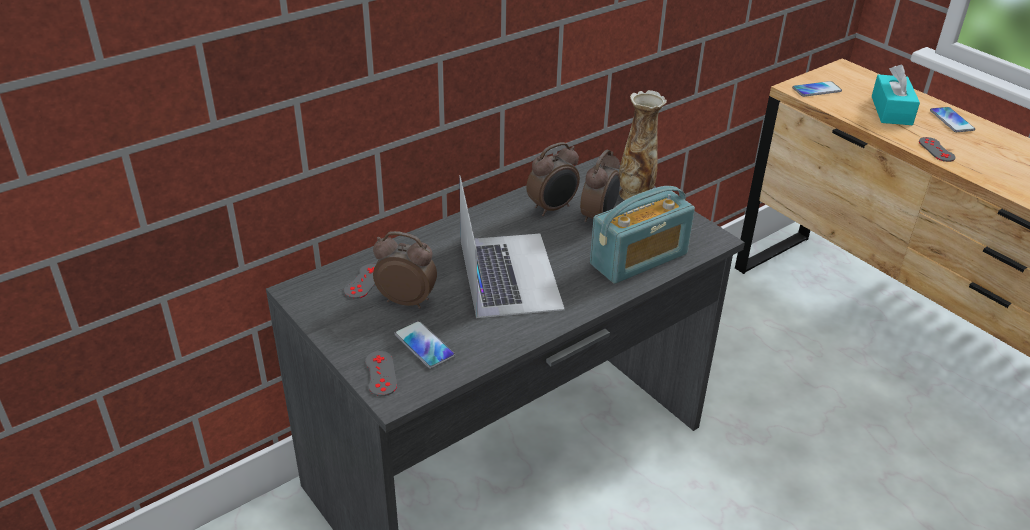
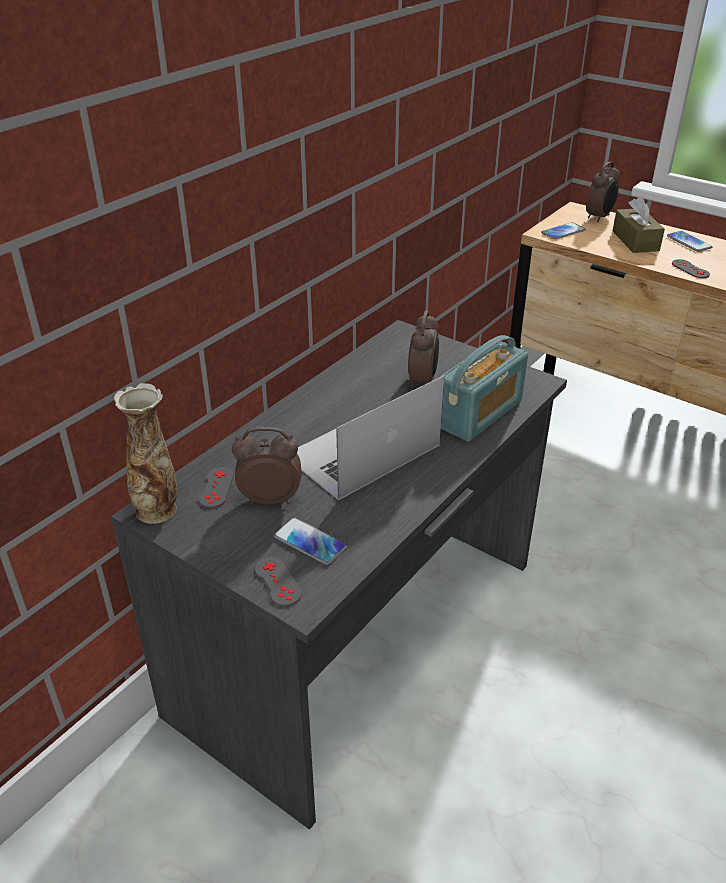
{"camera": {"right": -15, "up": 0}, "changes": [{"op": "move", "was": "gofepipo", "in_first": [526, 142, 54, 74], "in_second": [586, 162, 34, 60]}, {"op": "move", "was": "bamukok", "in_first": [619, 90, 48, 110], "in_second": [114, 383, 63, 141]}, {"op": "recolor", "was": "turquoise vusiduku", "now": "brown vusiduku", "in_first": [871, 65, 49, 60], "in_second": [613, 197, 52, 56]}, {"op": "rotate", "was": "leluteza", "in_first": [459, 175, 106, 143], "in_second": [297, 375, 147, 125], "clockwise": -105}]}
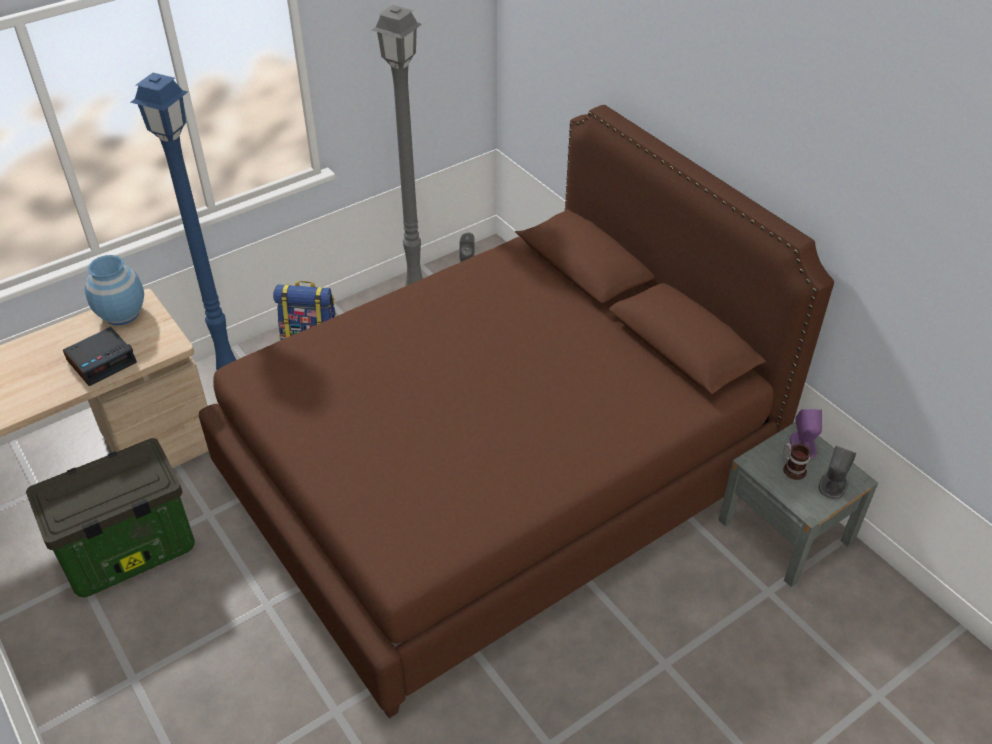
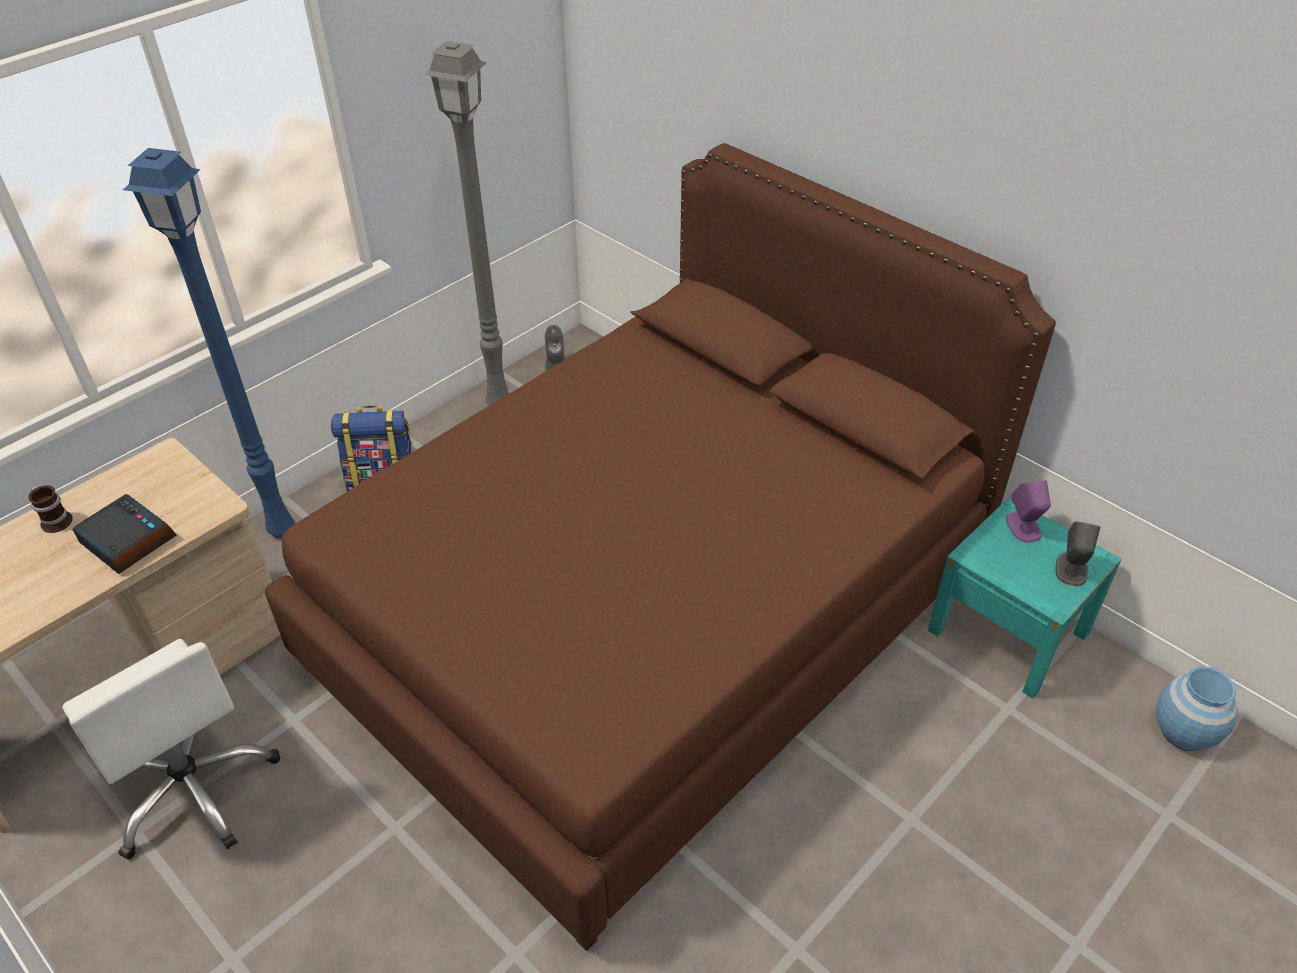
{"camera": {"right": -10, "up": 0}, "changes": [{"op": "move", "was": "blue bamukok", "in_first": [85, 255, 59, 70], "in_second": [1156, 666, 82, 85]}, {"op": "move", "was": "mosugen", "in_first": [781, 442, 30, 38], "in_second": [28, 485, 45, 48]}, {"op": "replace", "was": "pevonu", "now": "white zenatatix", "in_first": [26, 438, 169, 159], "in_second": [62, 639, 218, 220]}, {"op": "recolor", "was": "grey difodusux", "now": "turquoise difodusux", "in_first": [718, 422, 160, 165], "in_second": [928, 497, 193, 202]}, {"op": "rotate", "was": "gofepipo", "in_first": [63, 327, 74, 59], "in_second": [73, 494, 104, 80], "clockwise": -90}]}
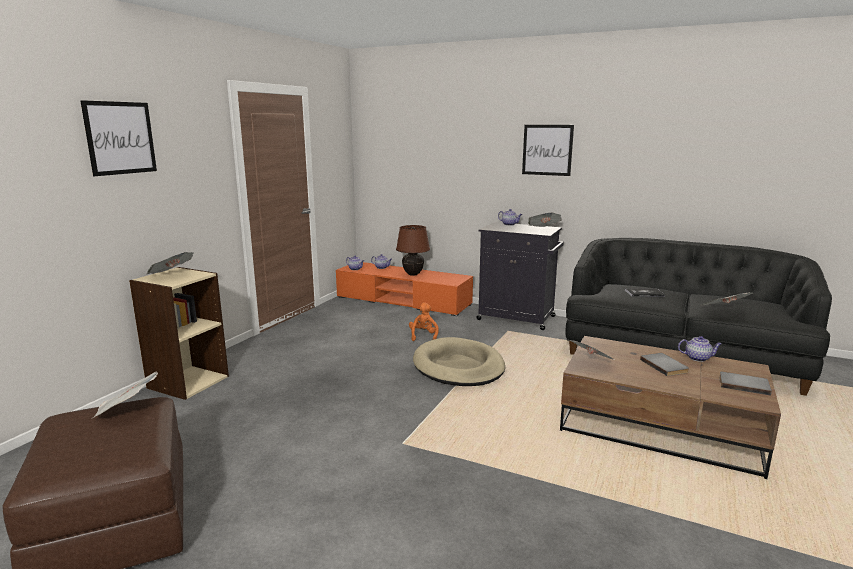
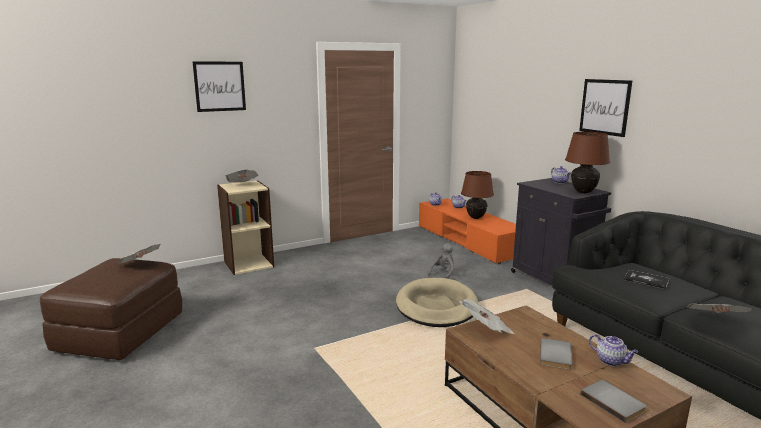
{"camera": {"right": 35, "up": 0}, "changes": [{"op": "replace", "was": "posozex", "now": "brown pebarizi", "in_first": [528, 213, 34, 14], "in_second": [565, 132, 45, 61]}, {"op": "recolor", "was": "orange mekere", "now": "grey mekere", "in_first": [409, 302, 30, 39], "in_second": [428, 243, 26, 36]}]}
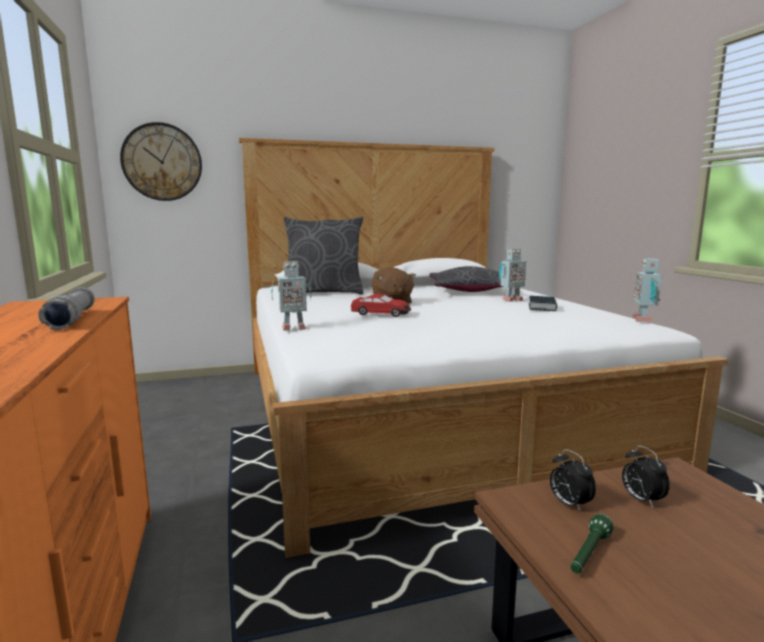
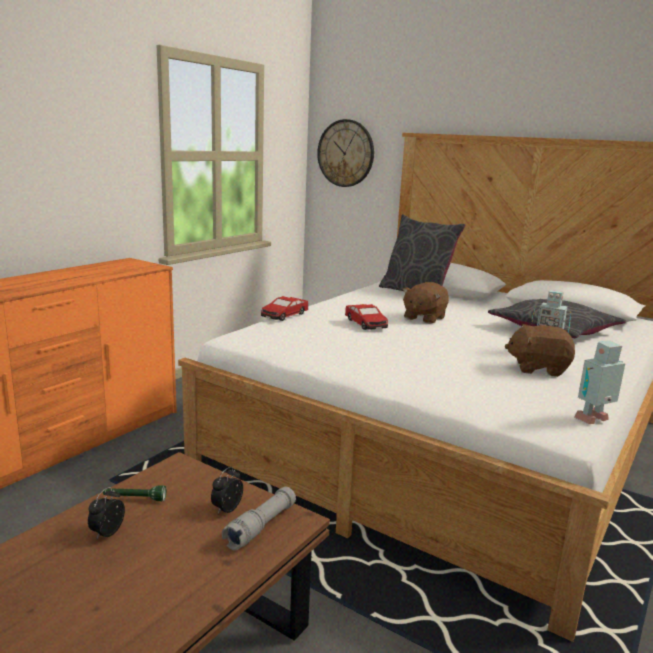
{"camera": {"right": 50, "up": 5}, "changes": [{"op": "move", "was": "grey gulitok", "in_first": [38, 287, 57, 43], "in_second": [222, 486, 74, 64]}, {"op": "move", "was": "gofepipo", "in_first": [550, 449, 46, 63], "in_second": [88, 487, 37, 52]}, {"op": "replace", "was": "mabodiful", "now": "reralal", "in_first": [271, 261, 40, 69], "in_second": [261, 296, 47, 25]}, {"op": "replace", "was": "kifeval", "now": "brown mekere", "in_first": [529, 296, 28, 15], "in_second": [505, 324, 70, 53]}]}
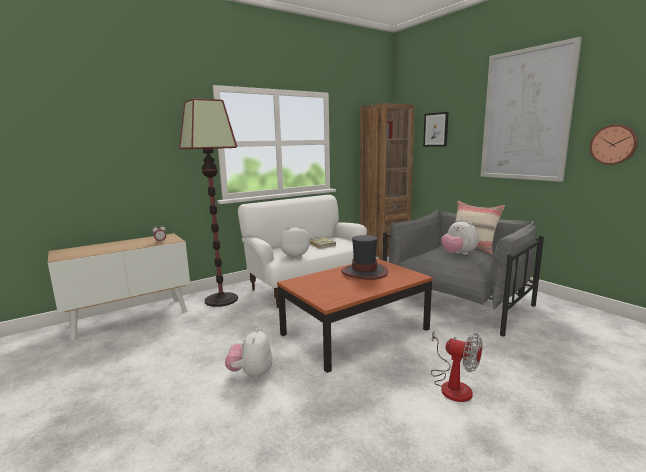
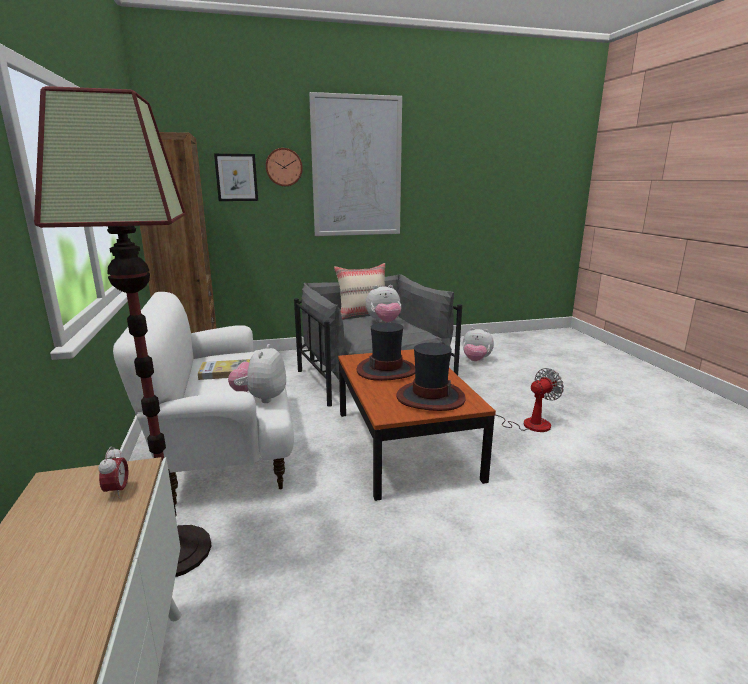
{"camera": {"right": -70, "up": 5}, "changes": [{"op": "insert", "now": "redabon", "in_second": [396, 343, 70, 68]}, {"op": "move", "was": "mekere", "in_first": [225, 328, 47, 51], "in_second": [463, 328, 31, 33]}, {"op": "move", "was": "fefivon", "in_first": [590, 125, 48, 40], "in_second": [266, 148, 37, 38]}]}
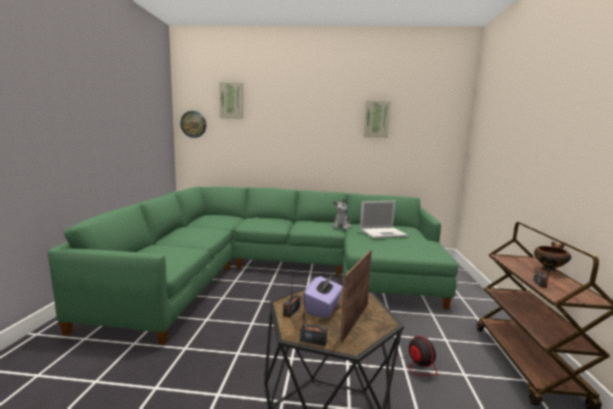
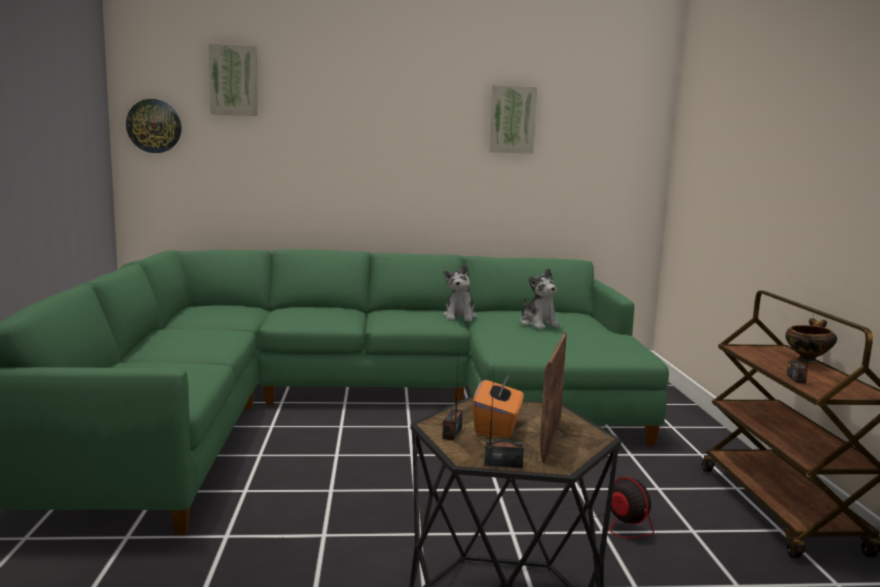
{"camera": {"right": -10, "up": 0}, "changes": [{"op": "replace", "was": "leluteza", "now": "mekere", "in_first": [360, 201, 48, 37], "in_second": [520, 268, 41, 61]}, {"op": "recolor", "was": "purple vusiduku", "now": "orange vusiduku", "in_first": [303, 274, 40, 44], "in_second": [473, 372, 51, 66]}]}
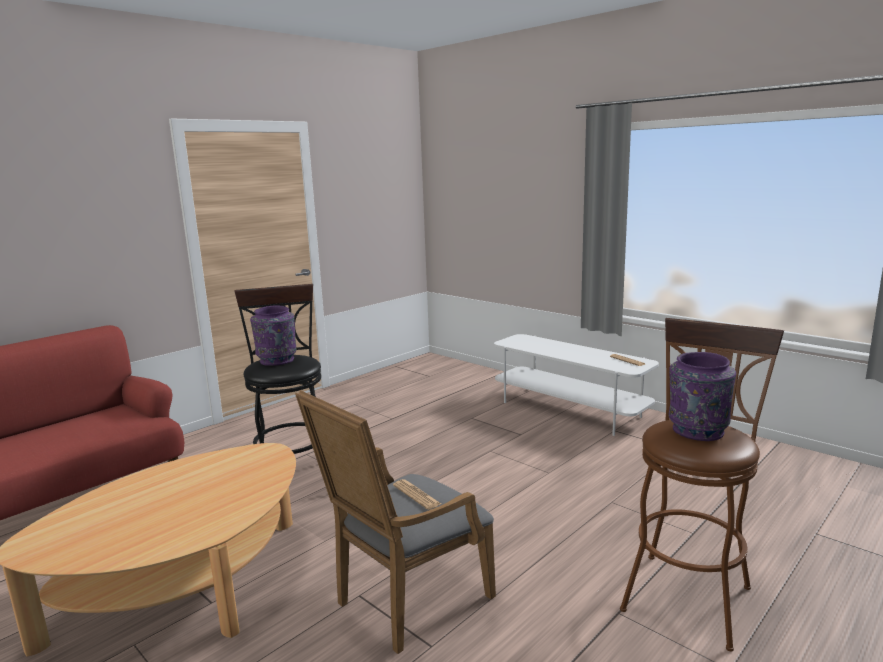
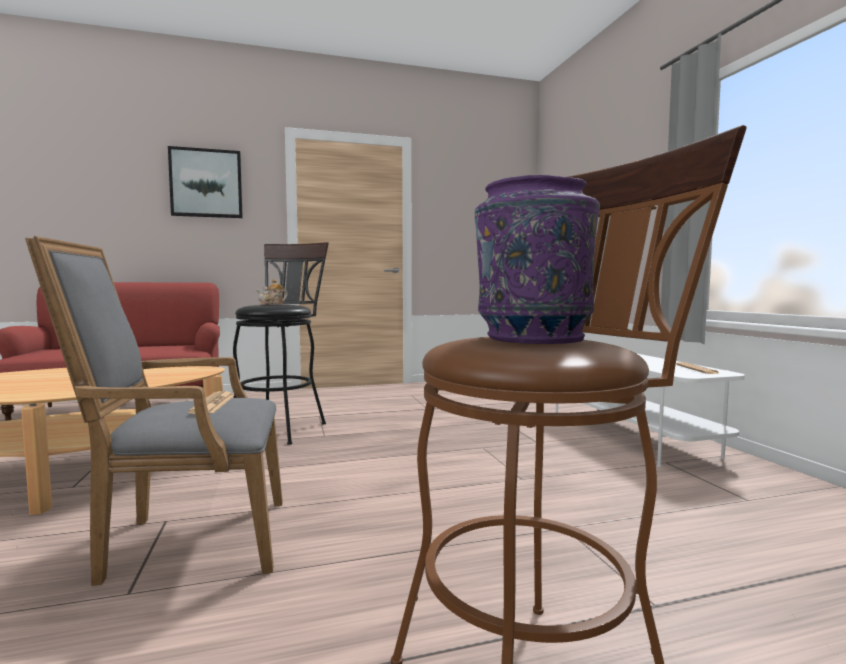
{"camera": {"right": 30, "up": -10}, "changes": [{"op": "insert", "now": "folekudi", "in_second": [168, 146, 75, 72]}, {"op": "replace", "was": "purple bamukok", "now": "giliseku", "in_first": [250, 306, 47, 60], "in_second": [256, 279, 32, 26]}]}
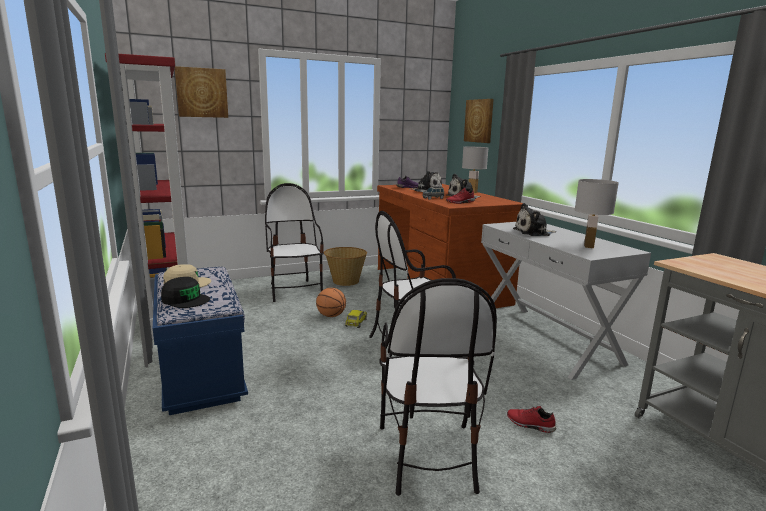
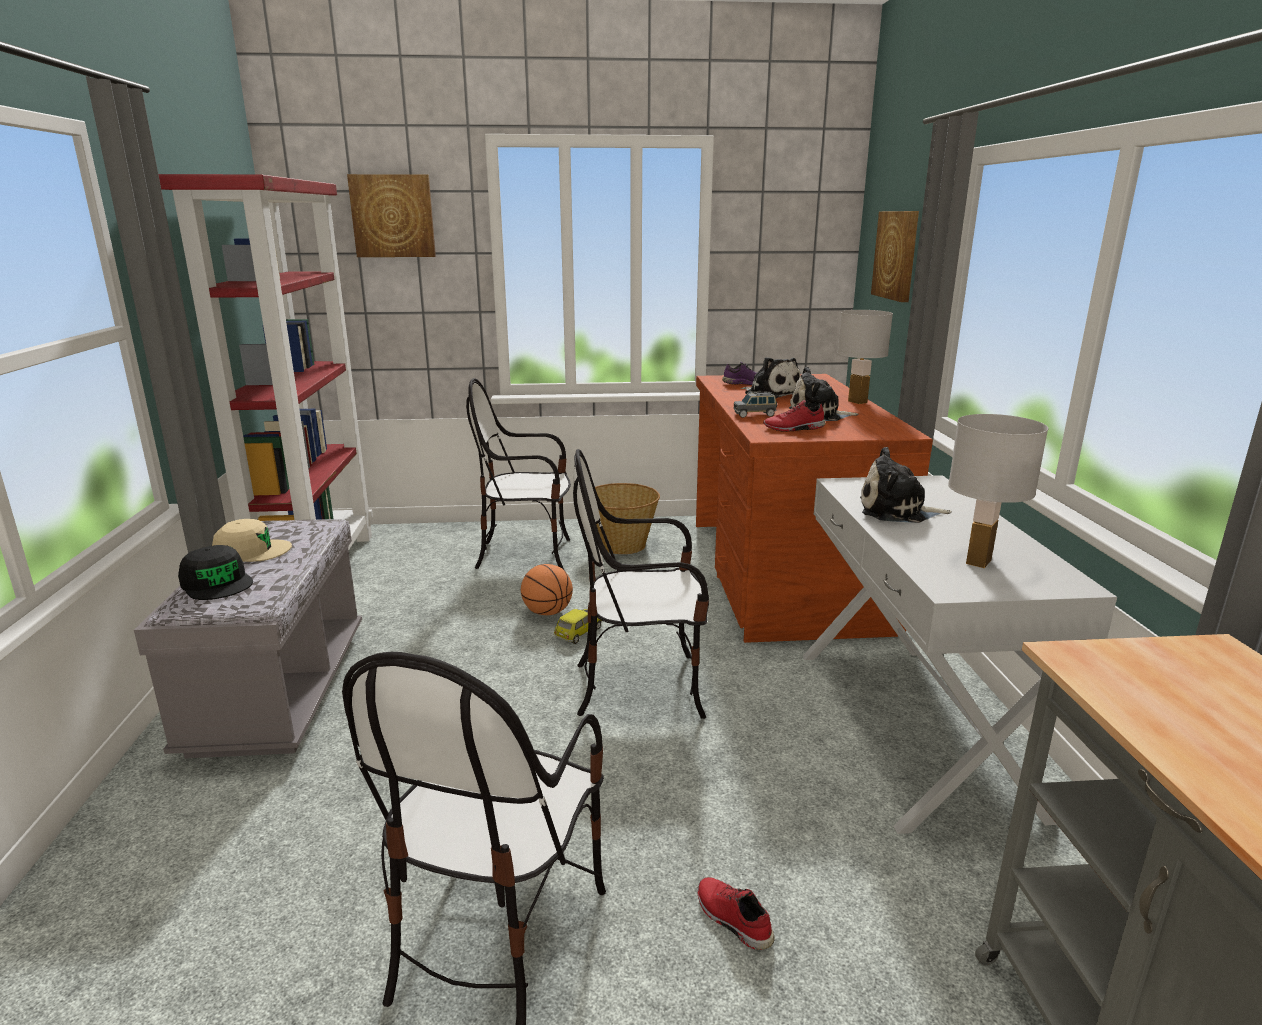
{"camera": {"right": 20, "up": 5}, "changes": [{"op": "recolor", "was": "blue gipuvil", "now": "grey gipuvil", "in_first": [153, 267, 95, 148], "in_second": [134, 519, 228, 239]}, {"op": "rotate", "was": "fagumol", "in_first": [265, 183, 59, 119], "in_second": [466, 378, 105, 191], "clockwise": -90}]}
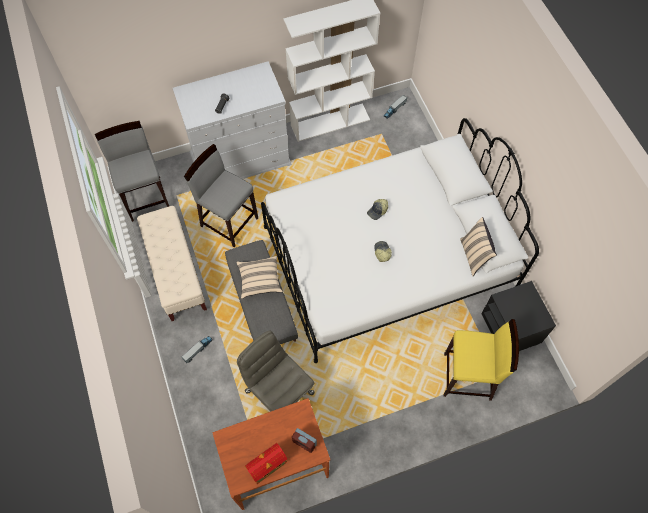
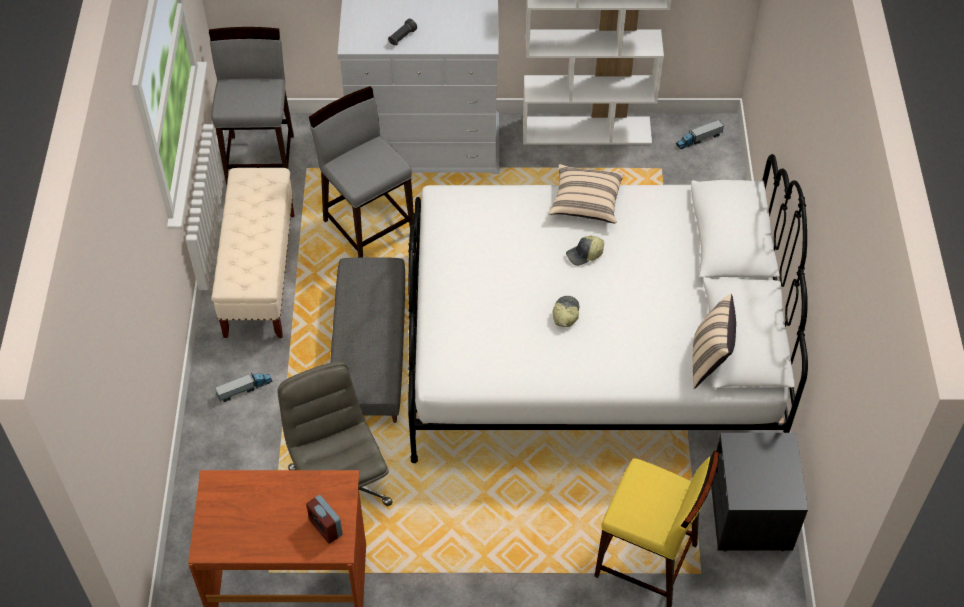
{"camera": {"right": 20, "up": -10}, "changes": [{"op": "delete", "was": "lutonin", "in_first": [245, 443, 42, 41]}, {"op": "move", "was": "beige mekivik", "in_first": [236, 256, 47, 43], "in_second": [549, 164, 75, 59]}]}
